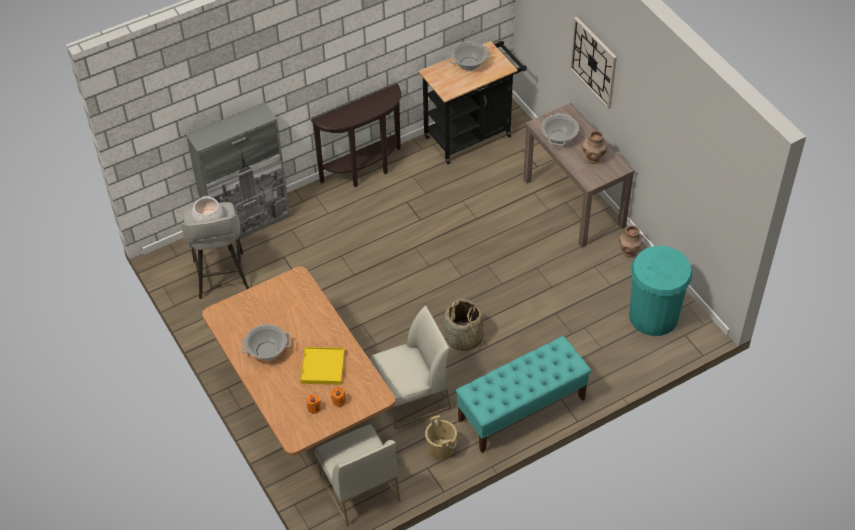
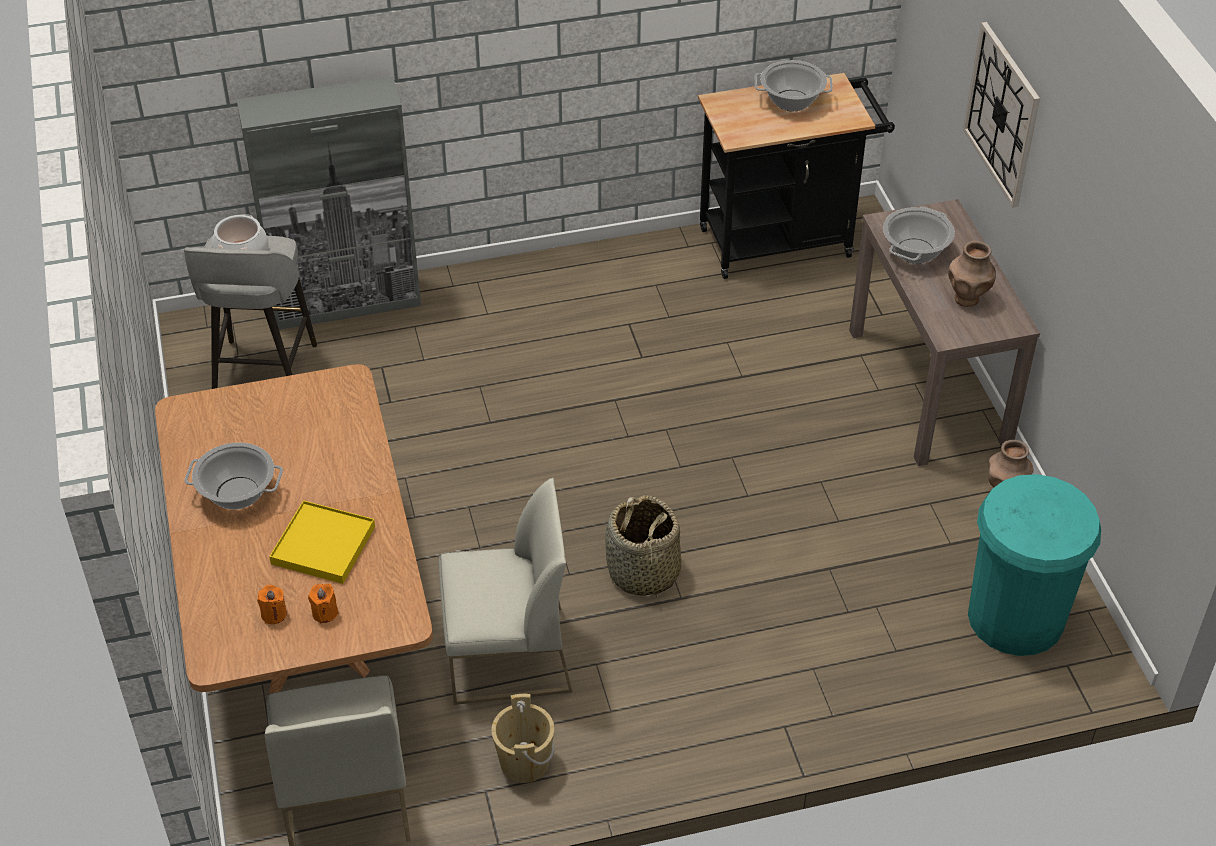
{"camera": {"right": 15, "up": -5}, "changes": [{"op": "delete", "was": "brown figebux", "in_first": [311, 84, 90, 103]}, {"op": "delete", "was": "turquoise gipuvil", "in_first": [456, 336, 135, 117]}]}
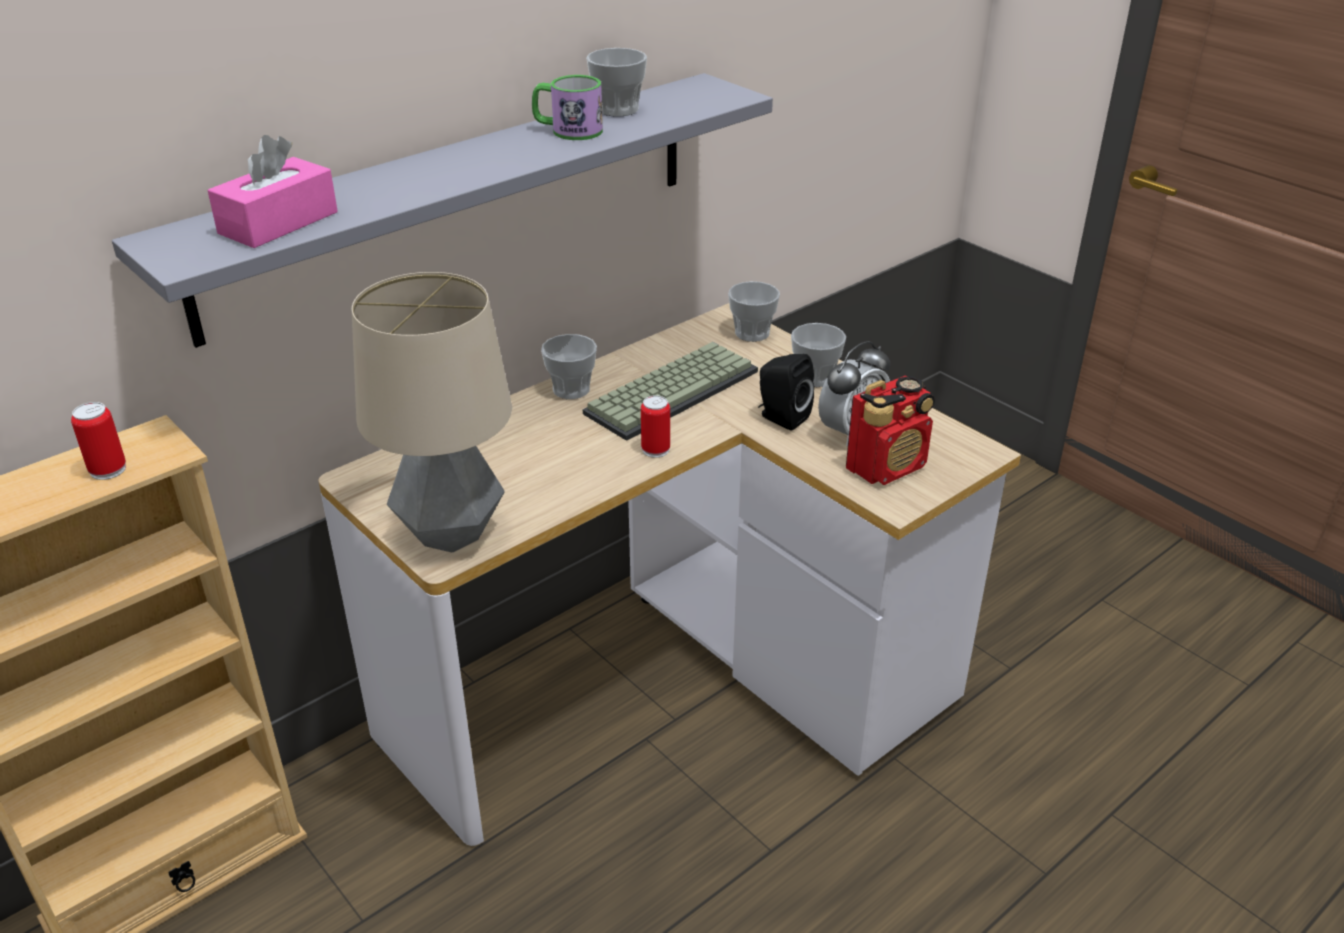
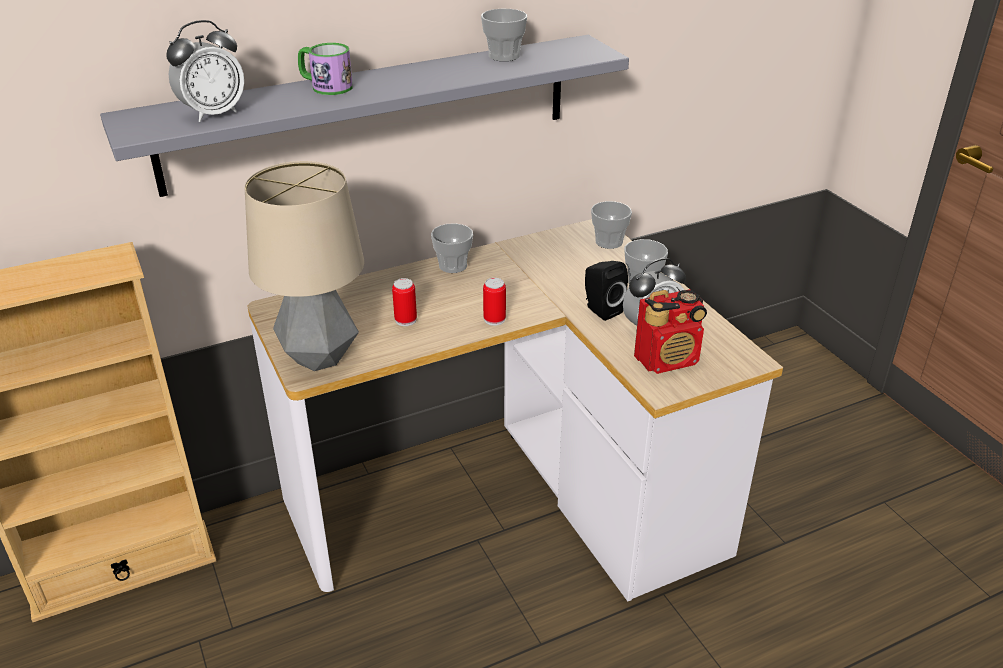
{"camera": {"right": 15, "up": 0}, "changes": [{"op": "delete", "was": "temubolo", "in_first": [583, 342, 175, 99]}, {"op": "move", "was": "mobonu", "in_first": [71, 402, 55, 78], "in_second": [392, 278, 25, 48]}, {"op": "move", "was": "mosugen", "in_first": [532, 75, 71, 65], "in_second": [298, 43, 55, 52]}, {"op": "replace", "was": "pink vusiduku", "now": "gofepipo", "in_first": [208, 135, 129, 113], "in_second": [166, 20, 78, 102]}]}
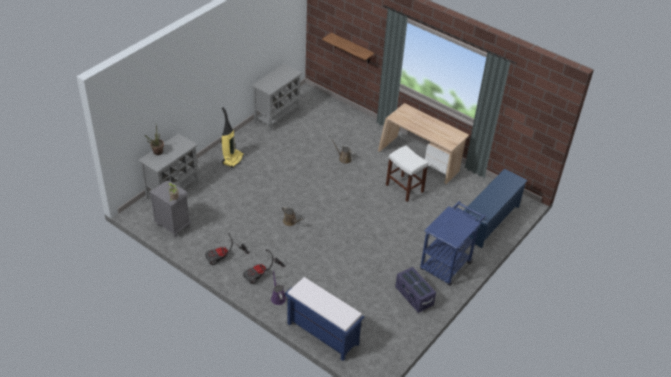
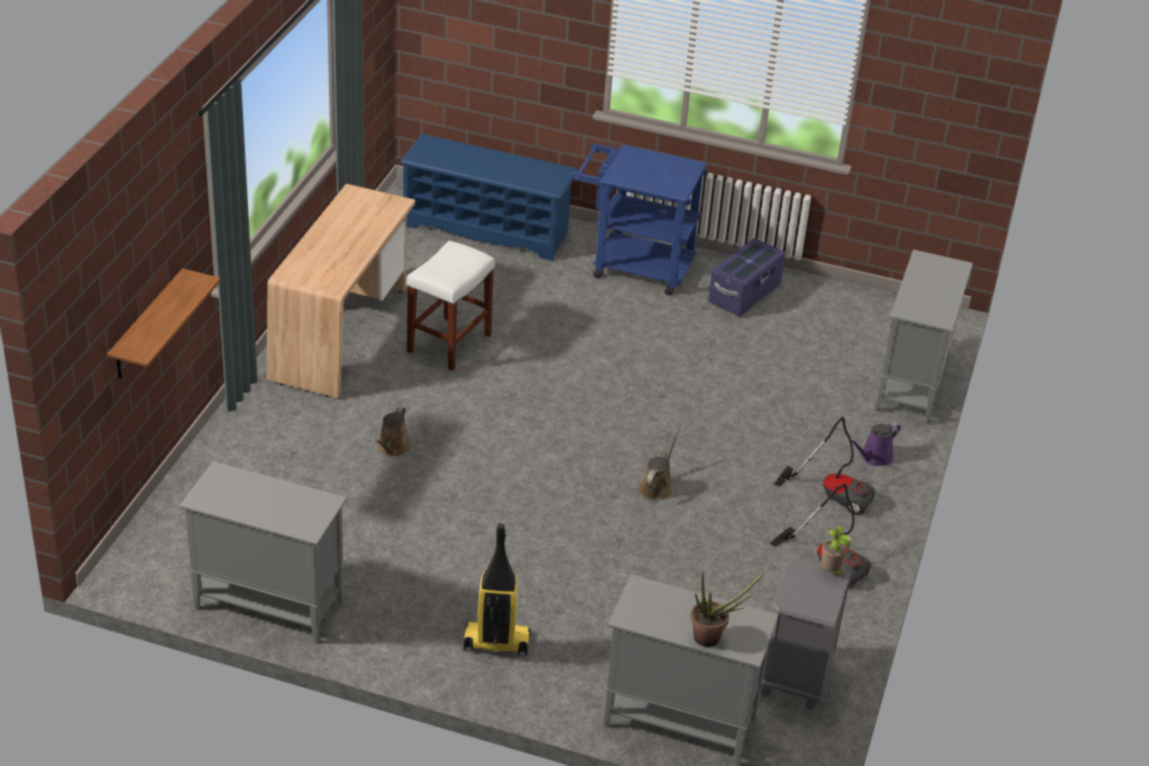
{"camera": {"right": -110, "up": -5}, "changes": [{"op": "replace", "was": "blue gipuvil", "now": "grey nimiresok", "in_first": [285, 277, 79, 84], "in_second": [875, 250, 98, 174]}]}
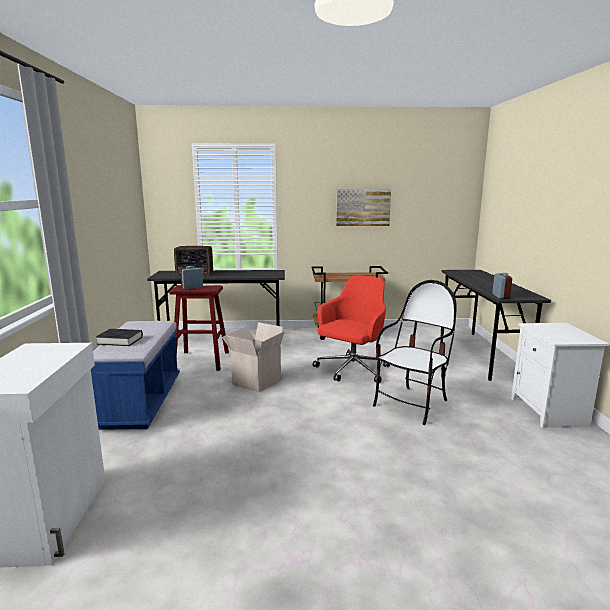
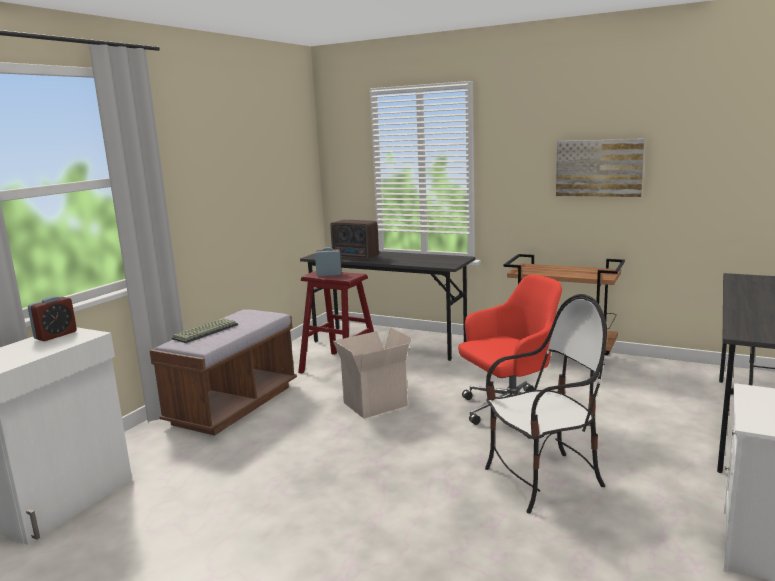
{"camera": {"right": 30, "up": 0}, "changes": [{"op": "move", "was": "gofepipo", "in_first": [492, 273, 20, 26], "in_second": [28, 296, 49, 45]}, {"op": "replace", "was": "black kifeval", "now": "temubolo", "in_first": [96, 329, 47, 17], "in_second": [172, 318, 66, 25]}, {"op": "recolor", "was": "blue gipuvil", "now": "brown gipuvil", "in_first": [91, 321, 89, 109], "in_second": [149, 309, 148, 127]}]}
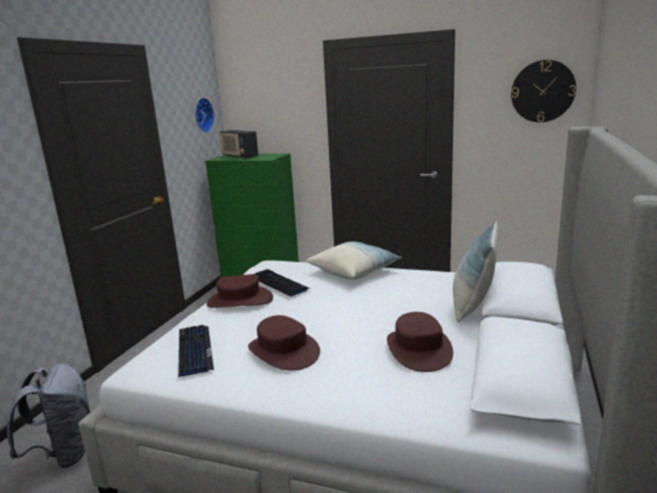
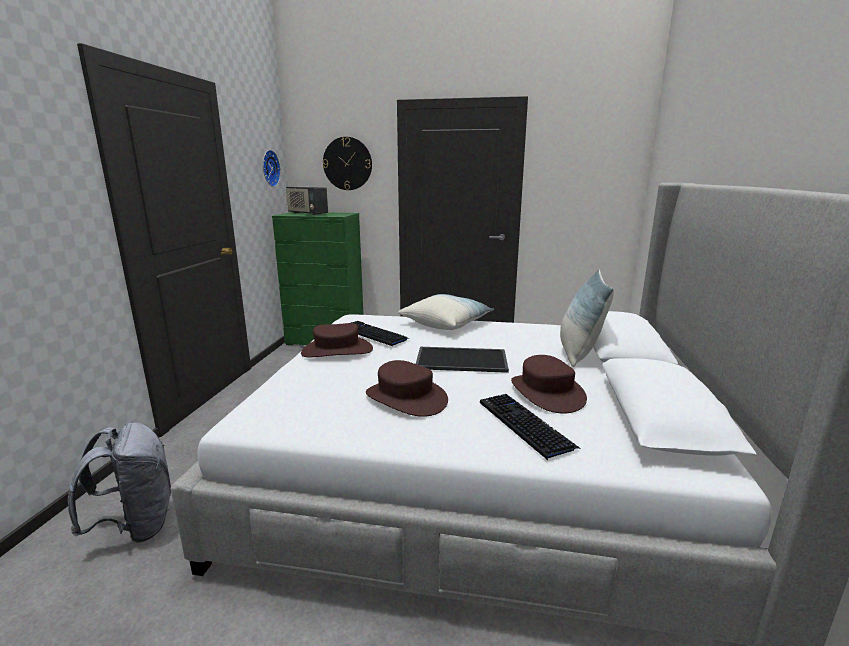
{"camera": {"right": -10, "up": 0}, "changes": [{"op": "insert", "now": "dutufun", "in_second": [416, 347, 93, 26]}, {"op": "move", "was": "temubolo", "in_first": [178, 325, 36, 53], "in_second": [480, 394, 101, 66]}, {"op": "move", "was": "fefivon", "in_first": [511, 60, 65, 62], "in_second": [323, 137, 49, 53]}]}
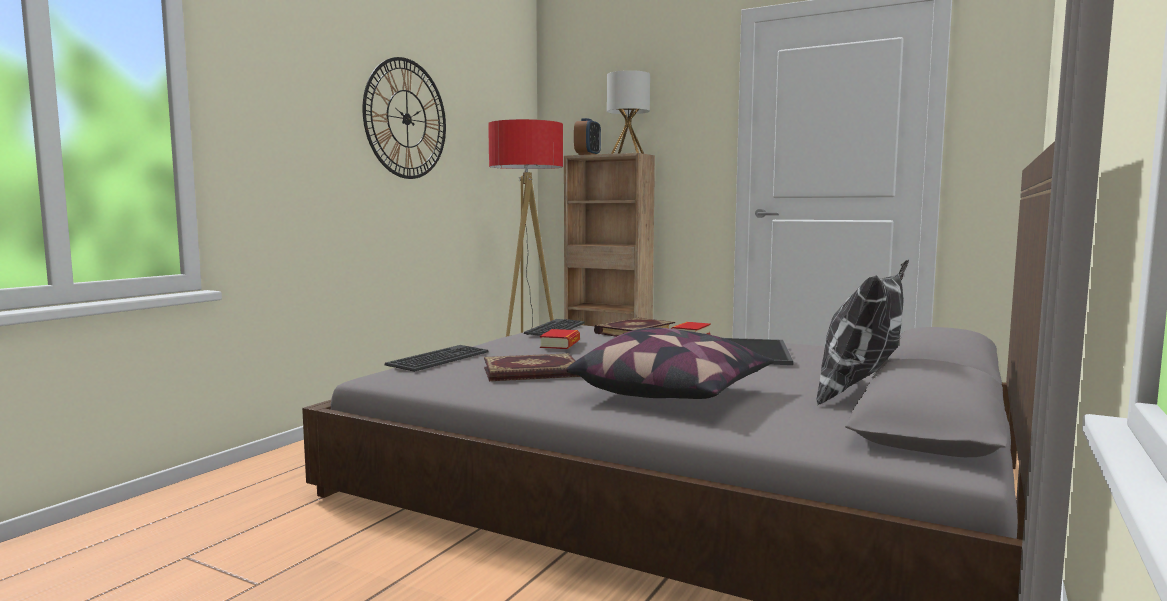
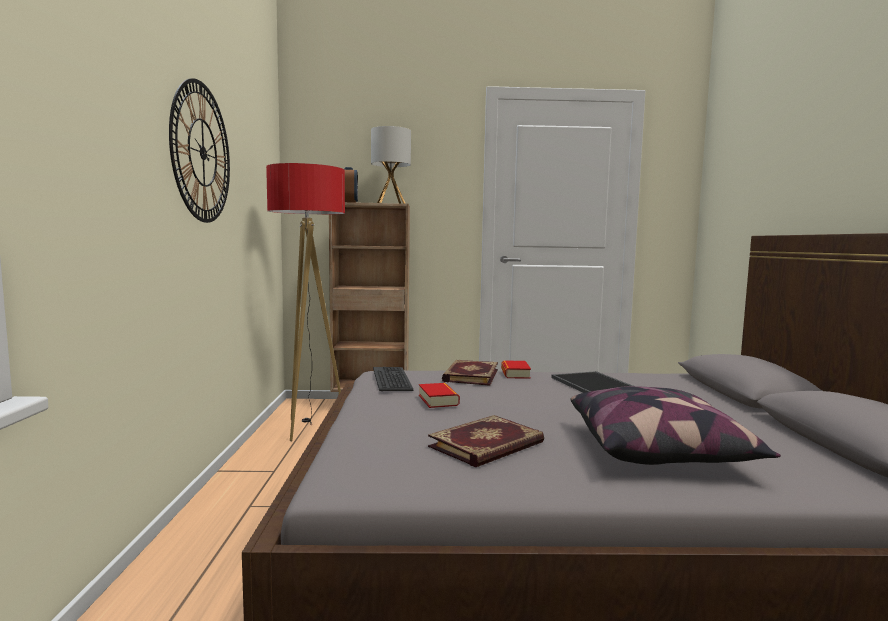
{"camera": {"right": -30, "up": 0}, "changes": [{"op": "delete", "was": "temubolo", "in_first": [385, 345, 104, 27]}, {"op": "delete", "was": "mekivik", "in_first": [816, 259, 93, 146]}]}
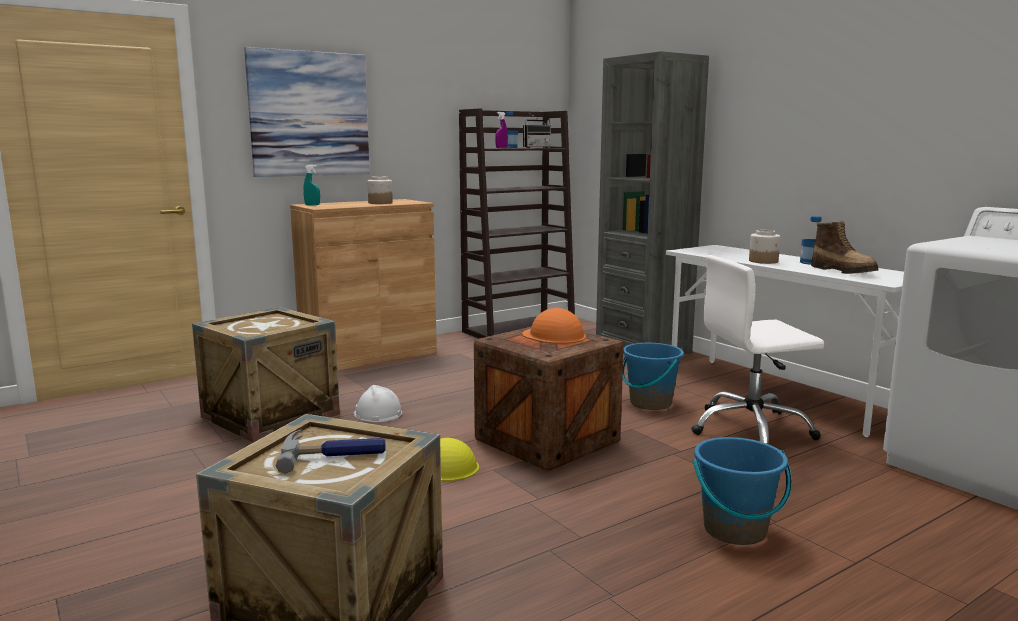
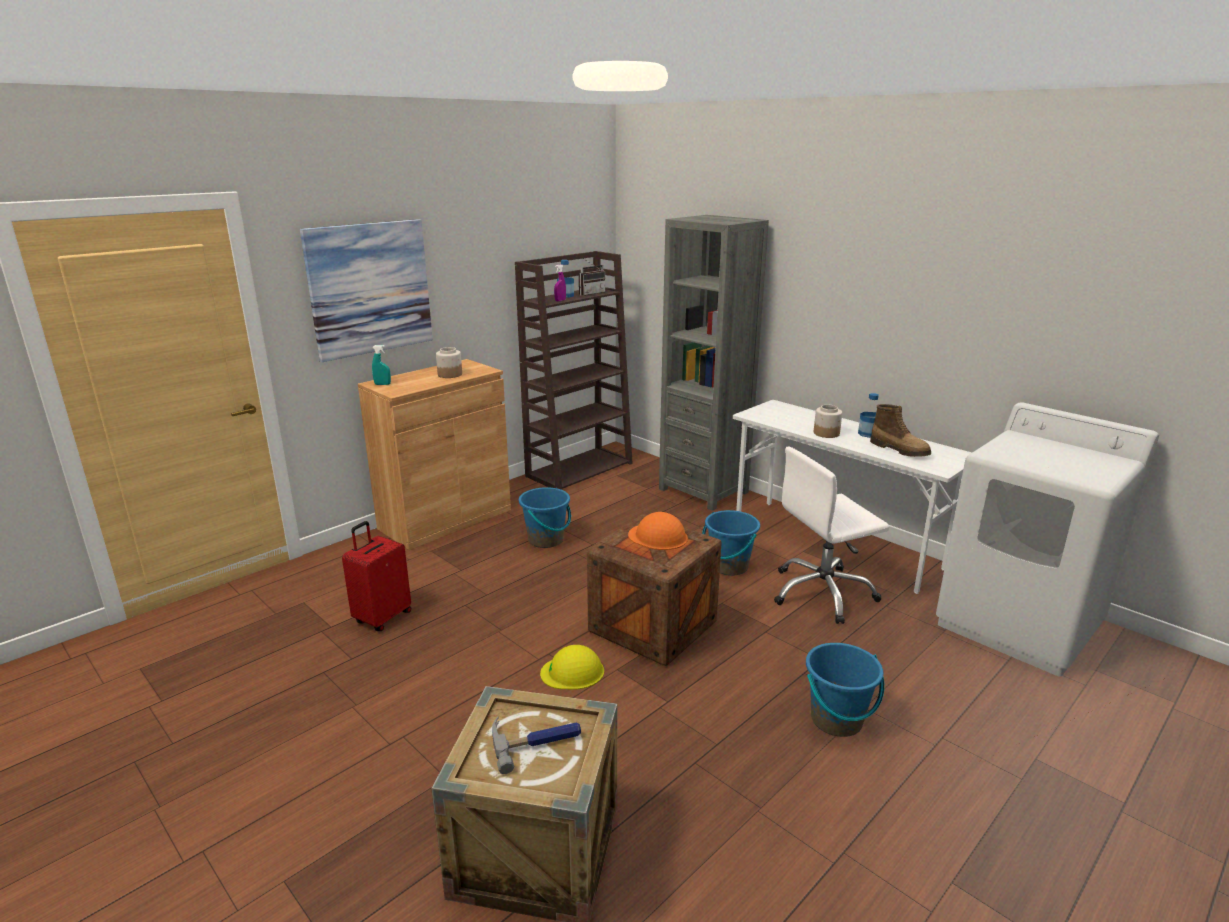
{"camera": {"right": -10, "up": 10}, "changes": [{"op": "delete", "was": "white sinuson", "in_first": [353, 385, 49, 37]}, {"op": "insert", "now": "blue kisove", "in_second": [519, 487, 52, 61]}, {"op": "replace", "was": "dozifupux", "now": "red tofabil", "in_first": [192, 307, 148, 136], "in_second": [342, 521, 69, 110]}]}
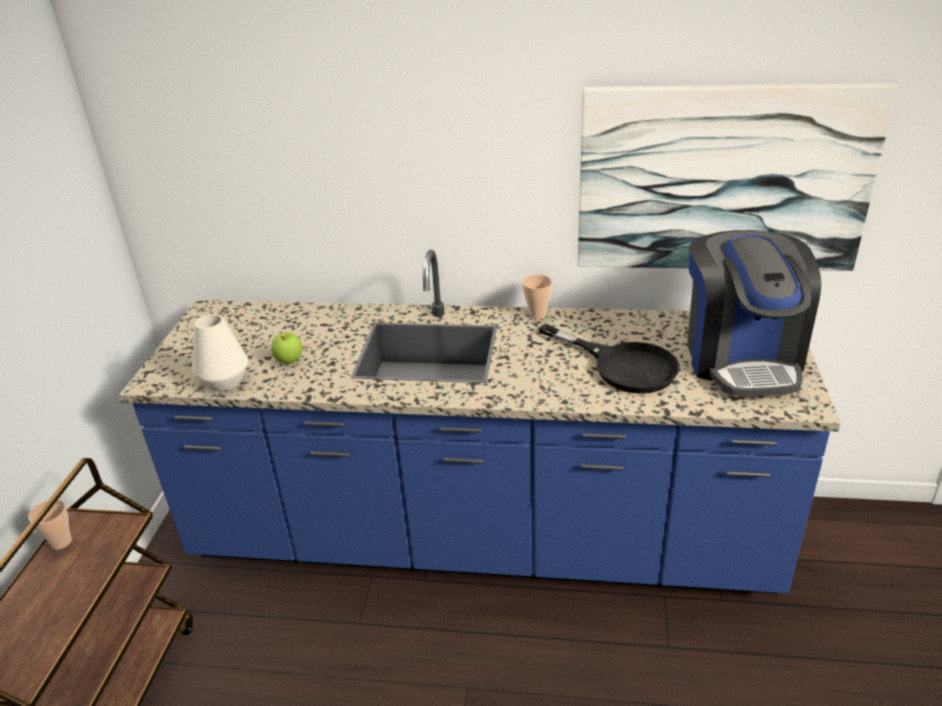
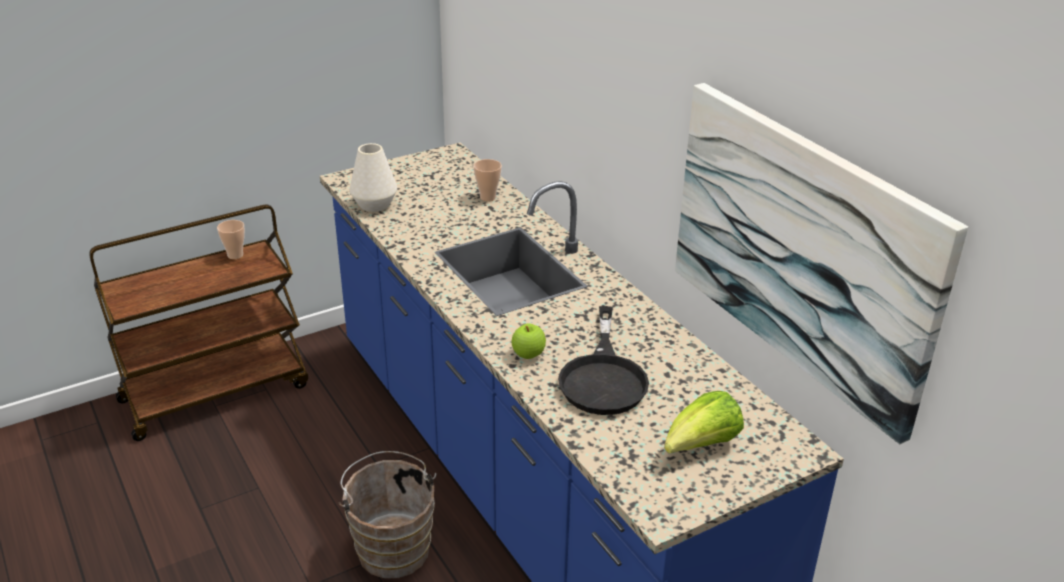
{"camera": {"right": 50, "up": 0}, "changes": [{"op": "insert", "now": "brown kisove", "in_second": [339, 451, 97, 127]}, {"op": "move", "was": "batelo", "in_first": [271, 332, 31, 32], "in_second": [511, 324, 35, 35]}, {"op": "move", "was": "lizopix", "in_first": [522, 275, 30, 44], "in_second": [473, 159, 29, 42]}, {"op": "replace", "was": "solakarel", "now": "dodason", "in_first": [688, 230, 133, 166], "in_second": [664, 391, 80, 63]}]}
